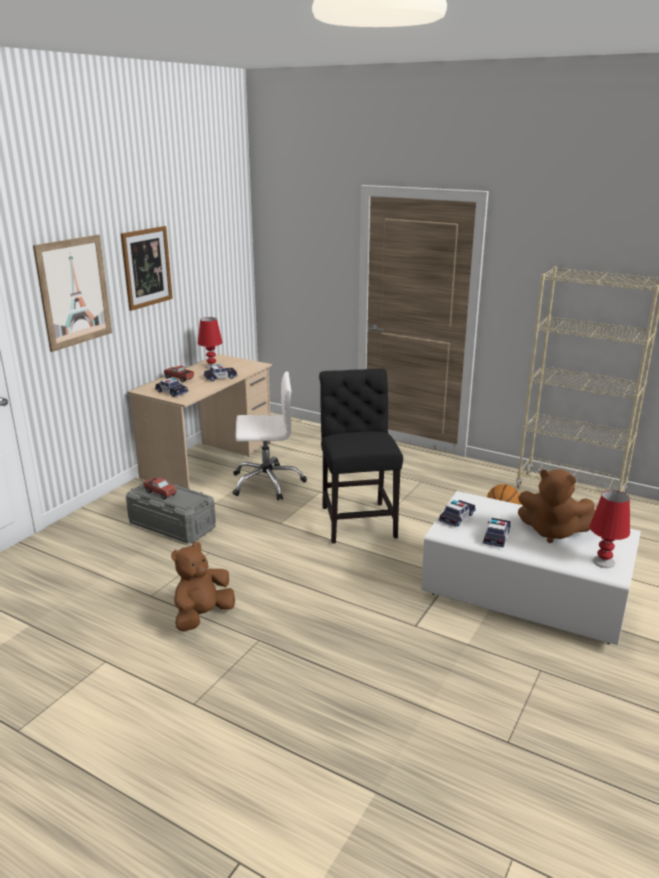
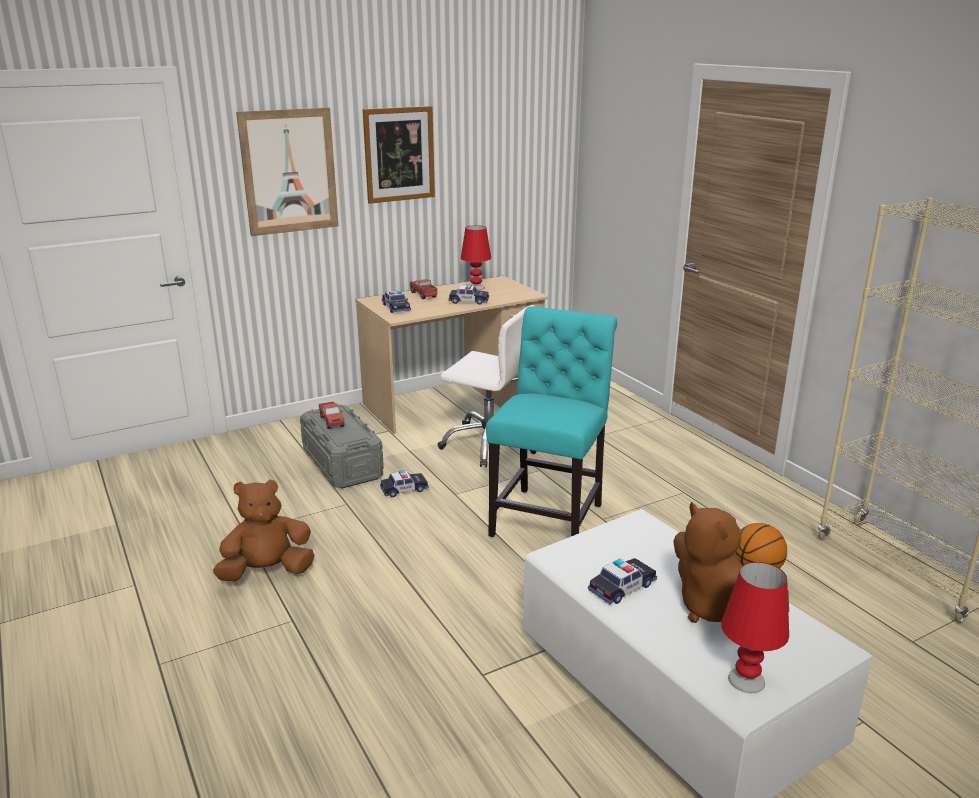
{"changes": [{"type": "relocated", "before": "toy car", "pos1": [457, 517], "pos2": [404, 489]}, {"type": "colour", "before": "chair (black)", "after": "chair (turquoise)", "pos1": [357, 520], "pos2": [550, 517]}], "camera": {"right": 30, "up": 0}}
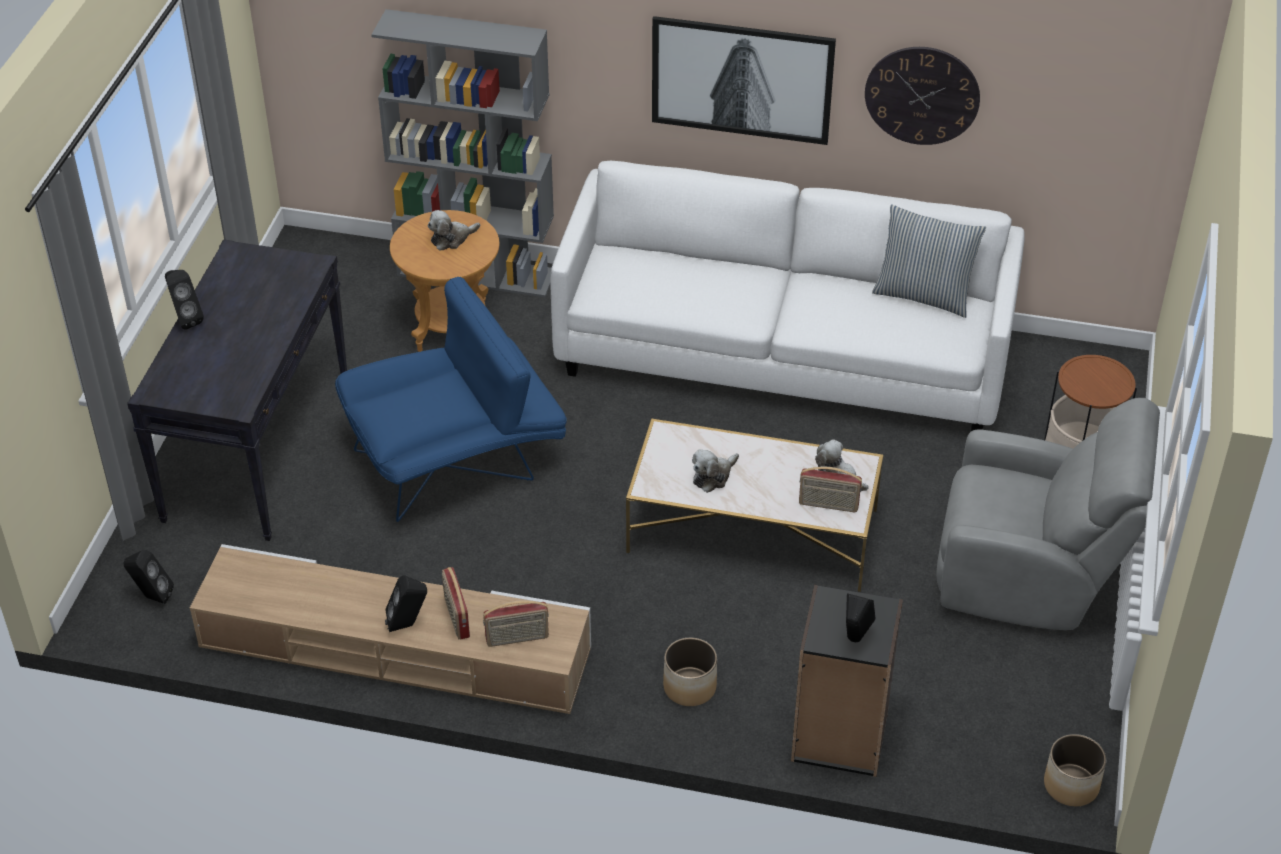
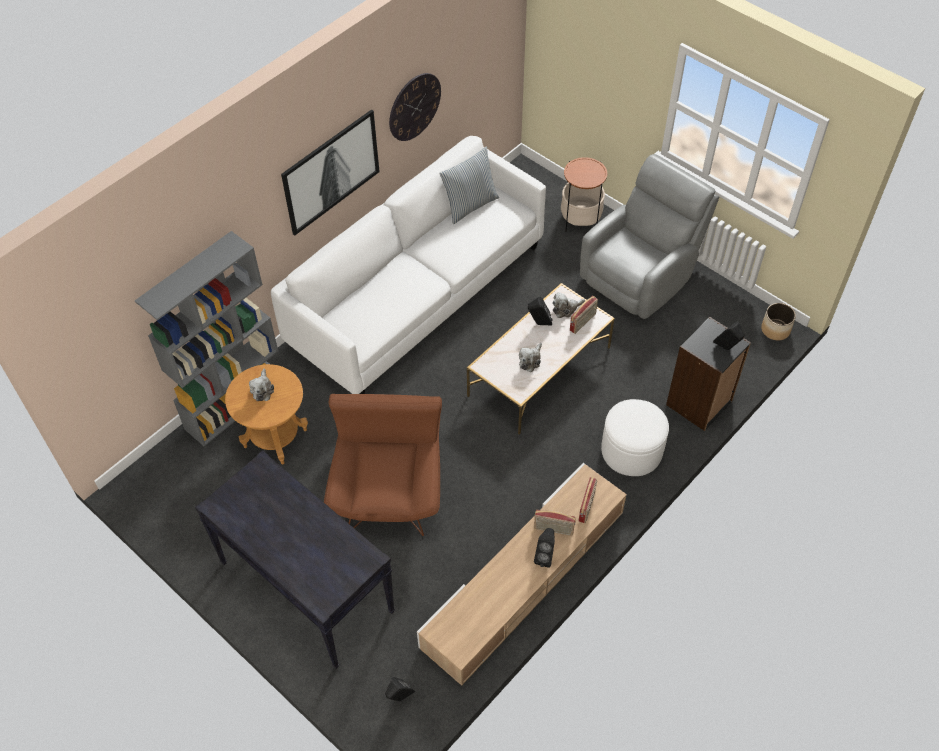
{"changes": [{"type": "colour", "before": "armchair (blue)", "after": "armchair (brown)", "pos1": [456, 457], "pos2": [390, 483]}, {"type": "spun", "before": "plush toy", "pos1": [713, 476], "pos2": [530, 360], "turn": 45}, {"type": "relocated", "before": "speaker (black)", "pos1": [185, 319], "pos2": [539, 323]}, {"type": "exchanged", "before": "planter", "after": "ottoman (white)", "pos1": [689, 686], "pos2": [631, 450]}], "camera": {"right": -60, "up": 10}}
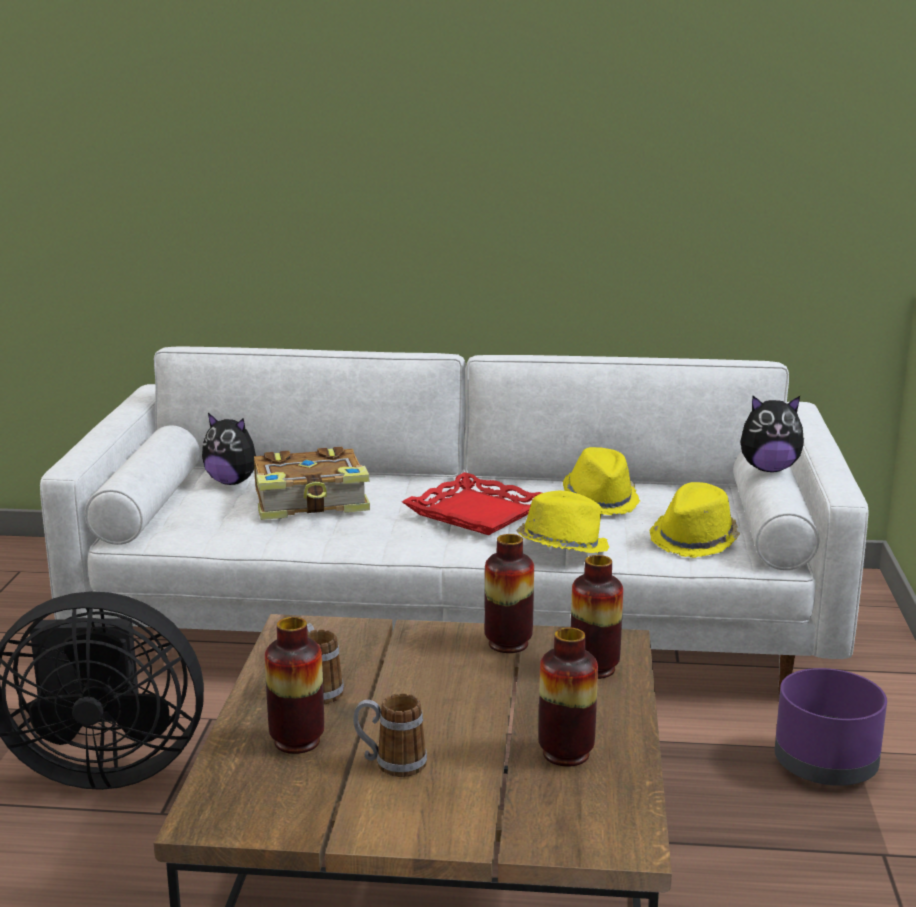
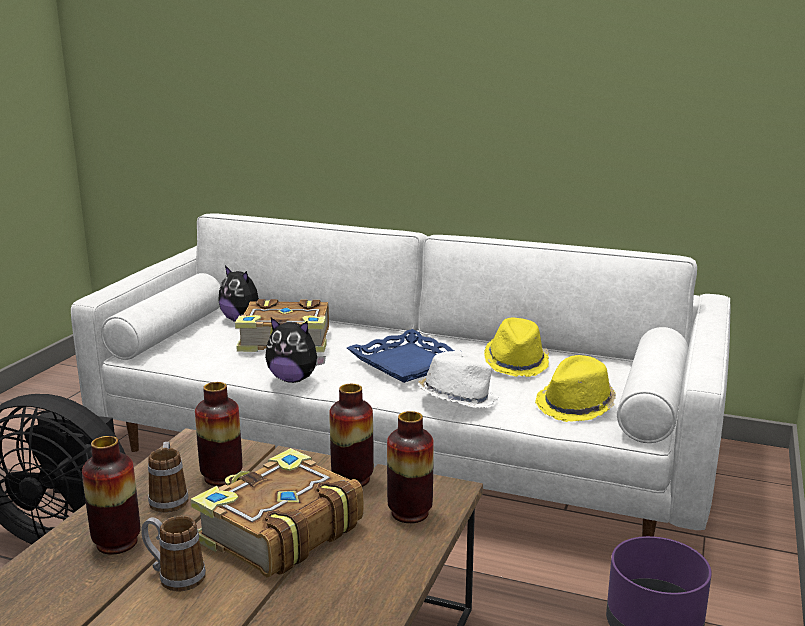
{"changes": [{"type": "appeared", "after": "book", "pos2": [278, 532]}, {"type": "relocated", "before": "vase", "pos1": [566, 754], "pos2": [222, 477]}, {"type": "relocated", "before": "plush toy", "pos1": [768, 469], "pos2": [294, 379]}, {"type": "colour", "before": "tray (red)", "after": "tray (blue)", "pos1": [478, 512], "pos2": [408, 363]}, {"type": "colour", "before": "hat (yellow)", "after": "hat (white)", "pos1": [562, 546], "pos2": [457, 399]}], "camera": {"right": 15, "up": 0}}
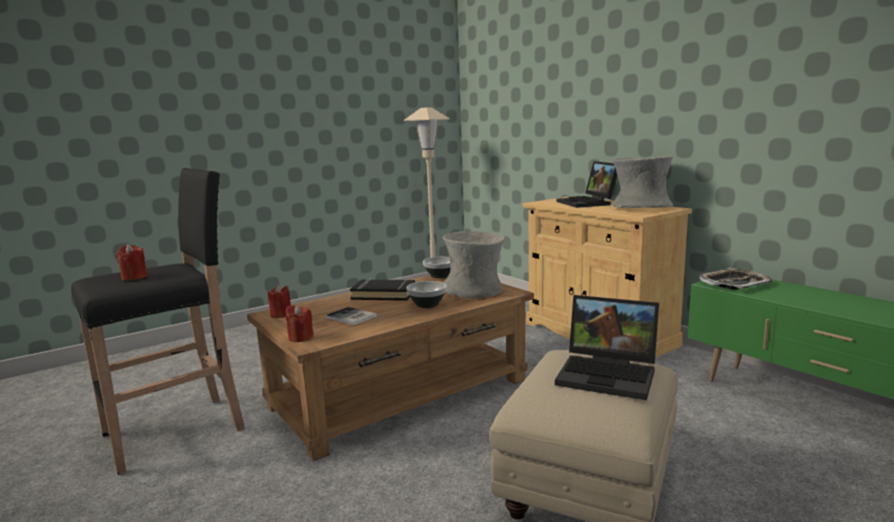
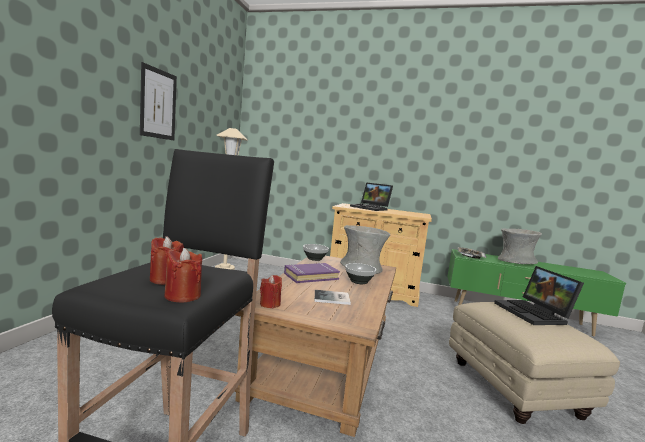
{"changes": [{"type": "appeared", "after": "picture", "pos2": [158, 104]}, {"type": "relocated", "before": "candle (red)", "pos1": [300, 337], "pos2": [182, 296]}, {"type": "colour", "before": "book (black)", "after": "book (purple)", "pos1": [384, 294], "pos2": [311, 276]}, {"type": "spun", "before": "laptop", "pos1": [610, 374], "pos2": [535, 314], "turn": 90}, {"type": "relocated", "before": "vase (grey)", "pos1": [641, 208], "pos2": [515, 262]}], "camera": {"right": -40, "up": -5}}
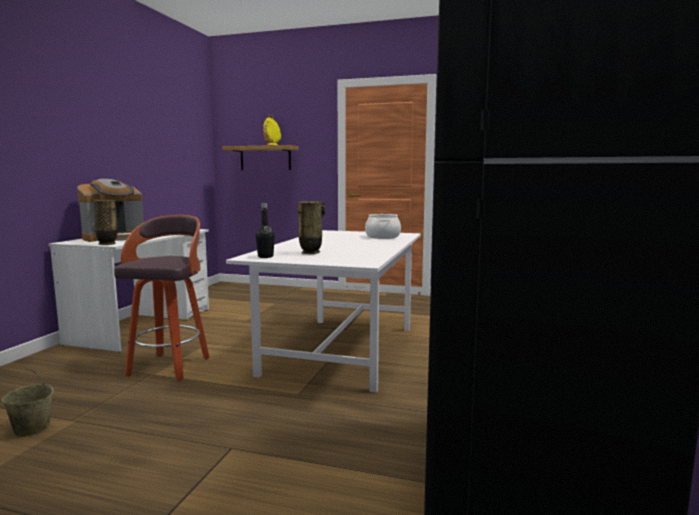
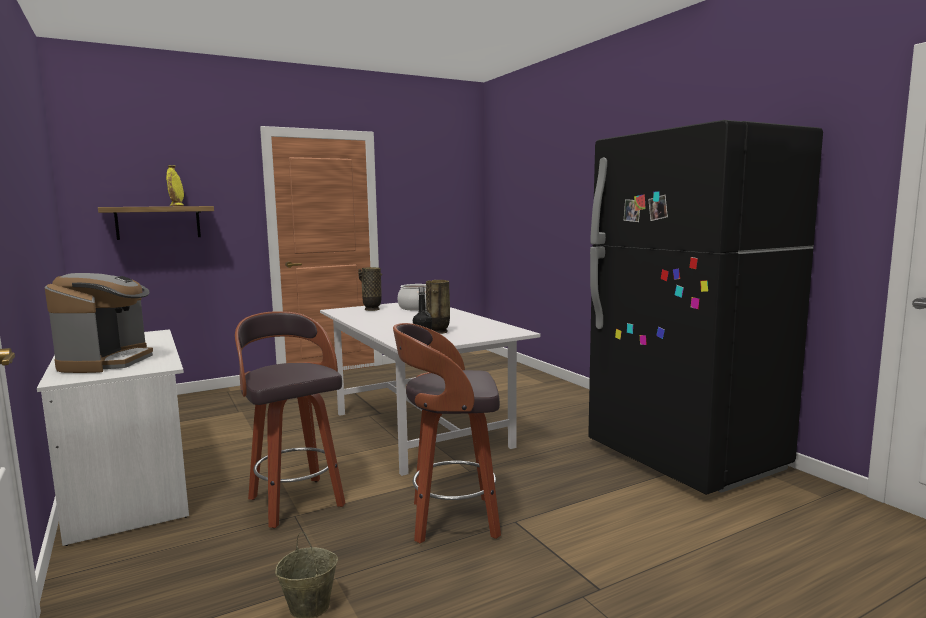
{"changes": [{"type": "relocated", "before": "vase", "pos1": [107, 244], "pos2": [372, 309]}, {"type": "appeared", "after": "stool", "pos2": [451, 521]}], "camera": {"right": -45, "up": 0}}
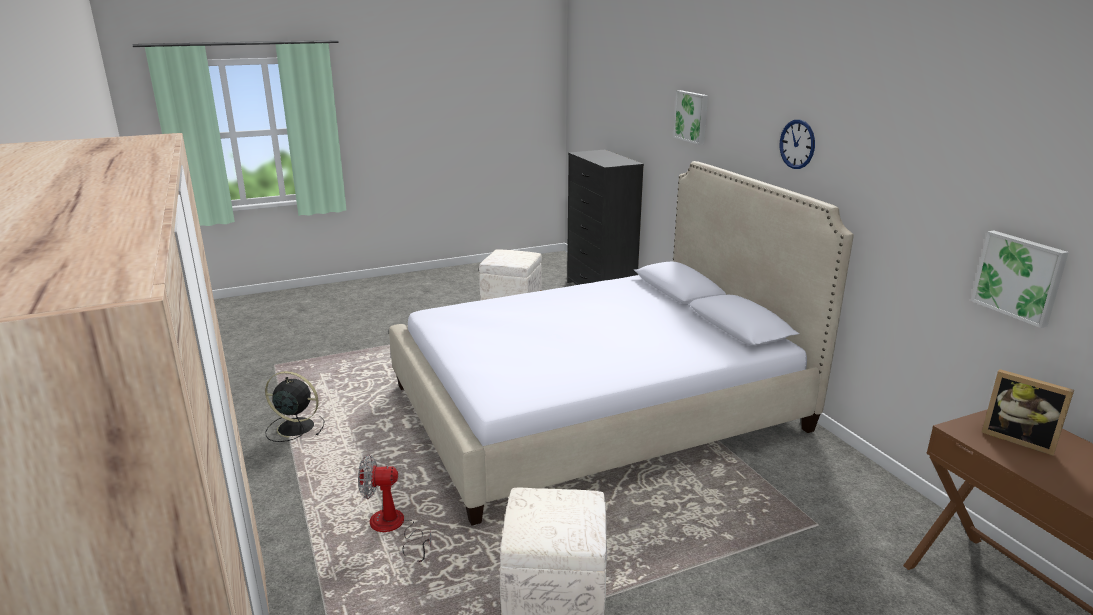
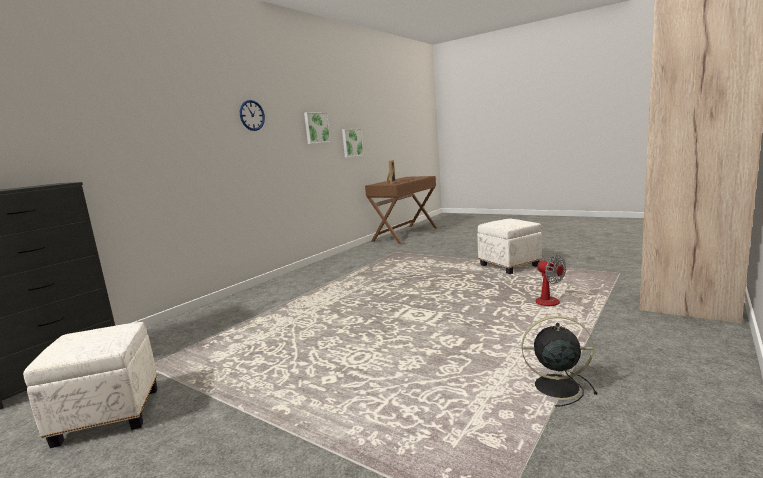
{"changes": [{"type": "relocated", "before": "picture", "pos1": [692, 117], "pos2": [316, 127]}, {"type": "spun", "before": "fan (black)", "pos1": [294, 427], "pos2": [554, 387], "turn": 120}, {"type": "missing", "before": "bed", "pos1": [597, 407]}], "camera": {"right": -120, "up": -10}}
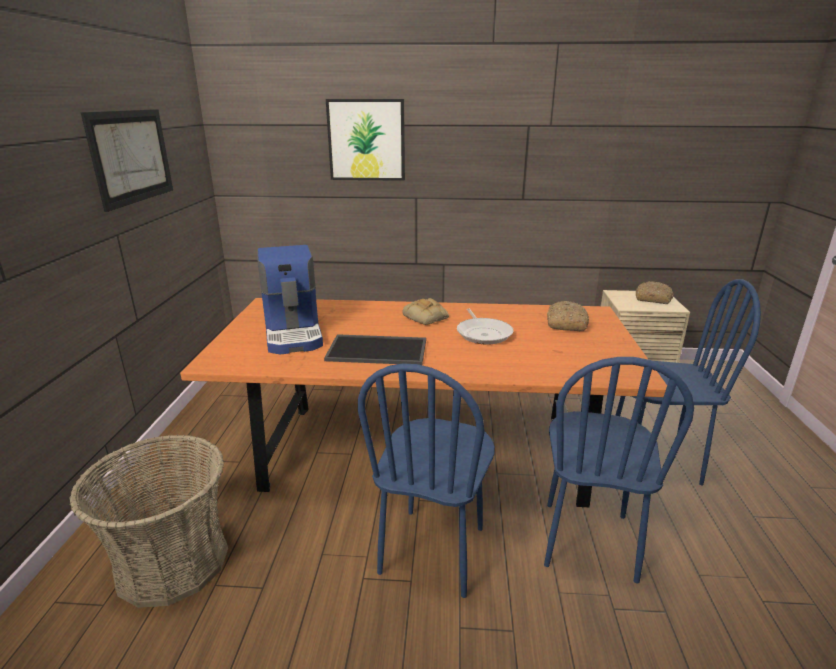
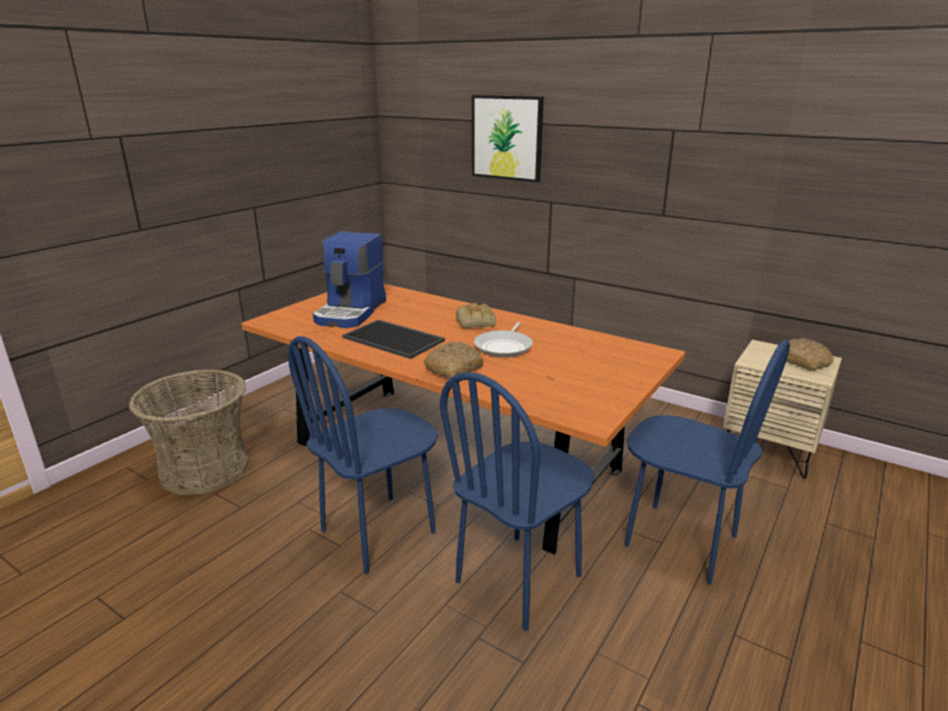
{"changes": [{"type": "relocated", "before": "bread", "pos1": [565, 323], "pos2": [454, 368]}, {"type": "missing", "before": "picture", "pos1": [132, 156]}], "camera": {"right": 30, "up": 0}}
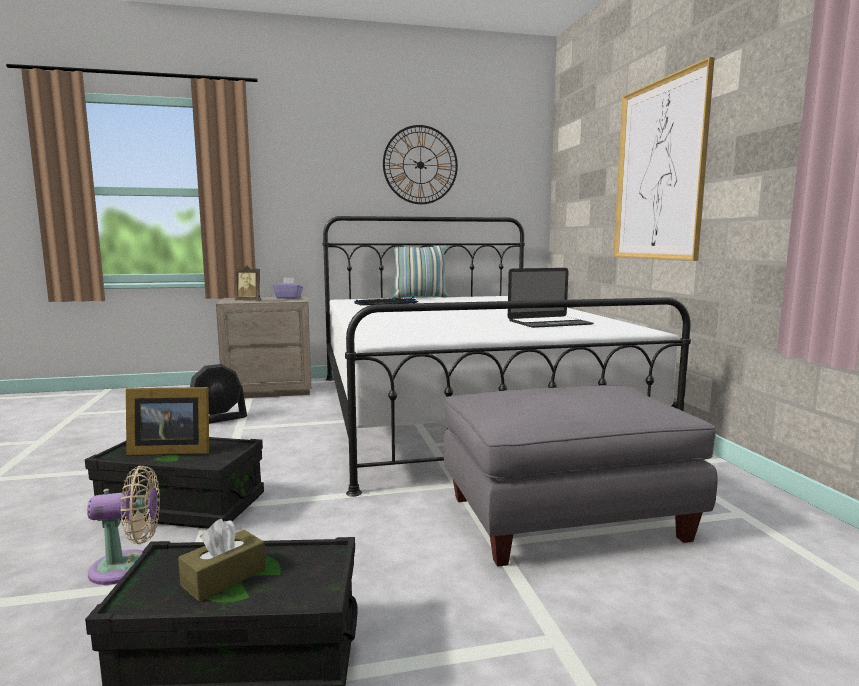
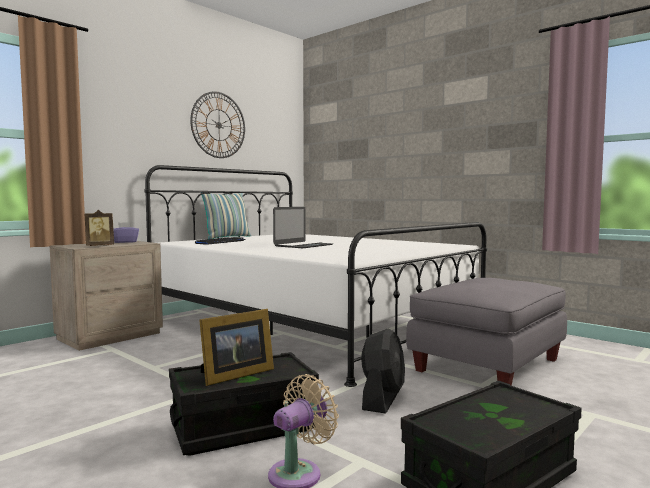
{"changes": [{"type": "relocated", "before": "laptop", "pos1": [549, 322], "pos2": [303, 245]}, {"type": "relocated", "before": "fan (black)", "pos1": [216, 419], "pos2": [382, 398]}, {"type": "missing", "before": "tissue box (brown)", "pos1": [224, 577]}, {"type": "missing", "before": "picture", "pos1": [659, 171]}], "camera": {"right": -35, "up": -5}}
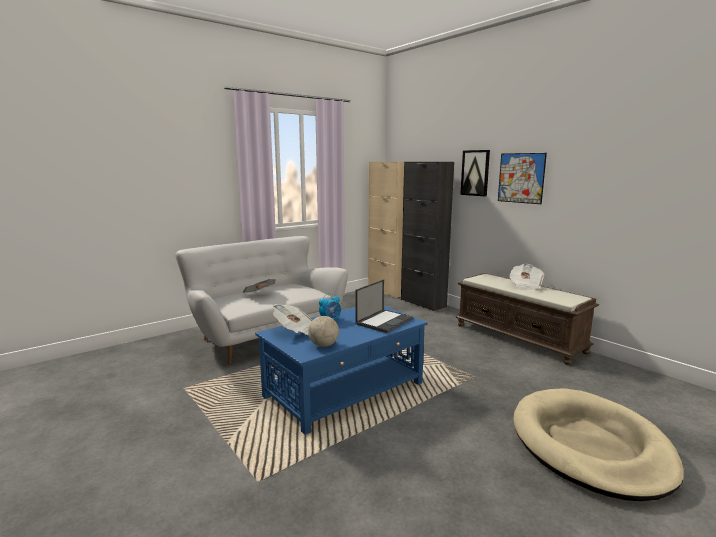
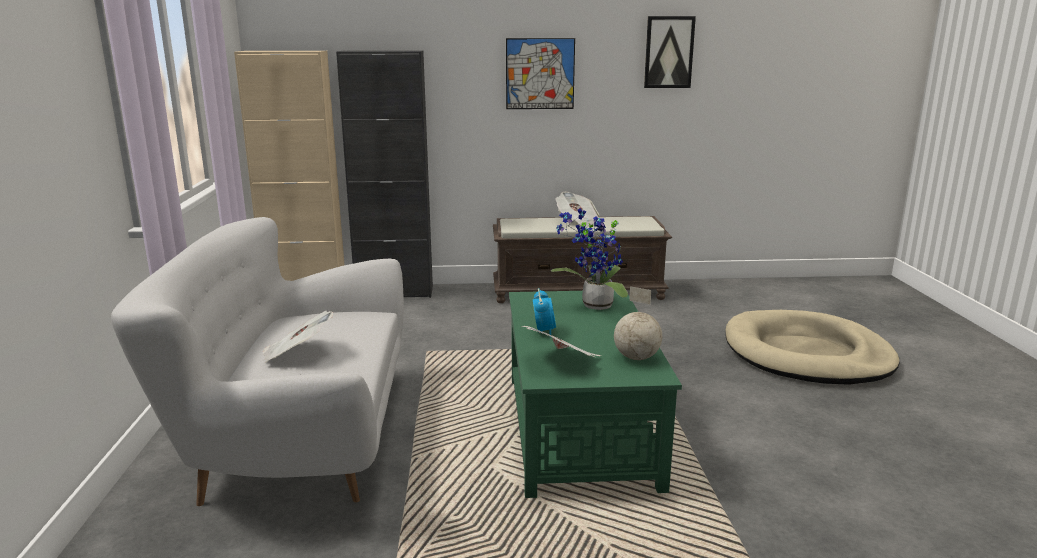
{"changes": [{"type": "colour", "before": "coffee table (blue)", "after": "coffee table (green)", "pos1": [345, 390], "pos2": [579, 429]}, {"type": "exchanged", "before": "laptop", "after": "potted plant", "pos1": [385, 321], "pos2": [594, 306]}, {"type": "relocated", "before": "picture", "pos1": [475, 173], "pos2": [668, 52]}], "camera": {"right": -55, "up": 5}}
